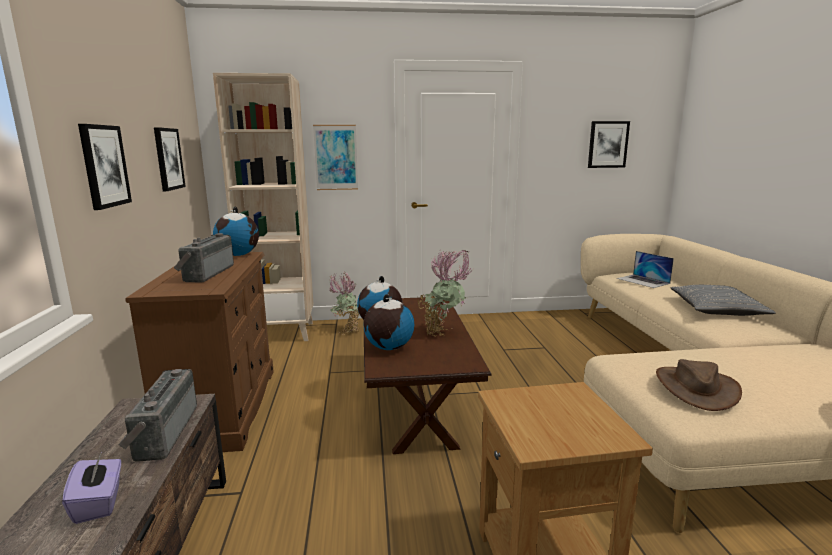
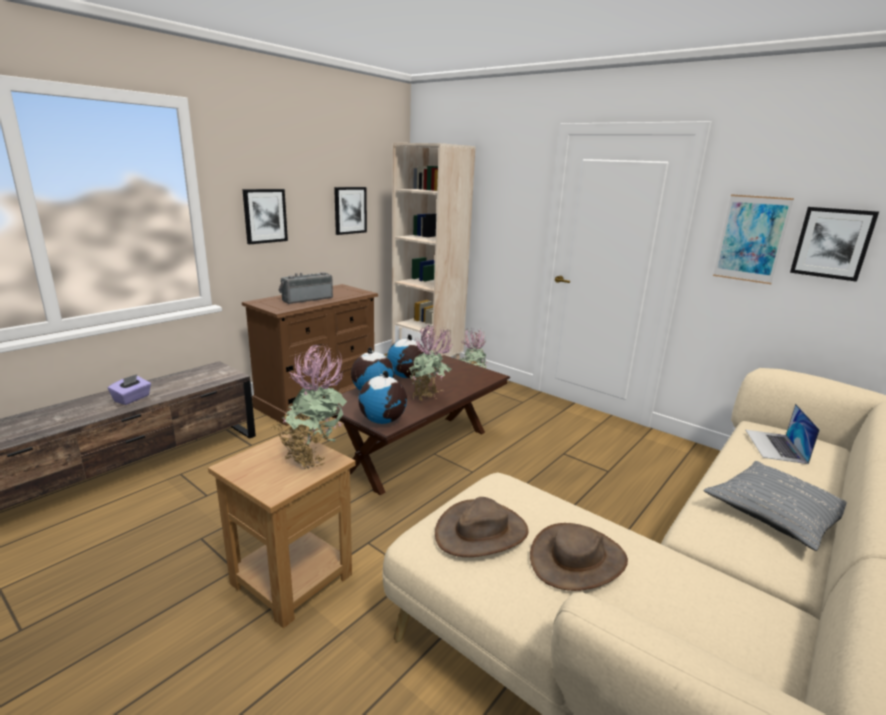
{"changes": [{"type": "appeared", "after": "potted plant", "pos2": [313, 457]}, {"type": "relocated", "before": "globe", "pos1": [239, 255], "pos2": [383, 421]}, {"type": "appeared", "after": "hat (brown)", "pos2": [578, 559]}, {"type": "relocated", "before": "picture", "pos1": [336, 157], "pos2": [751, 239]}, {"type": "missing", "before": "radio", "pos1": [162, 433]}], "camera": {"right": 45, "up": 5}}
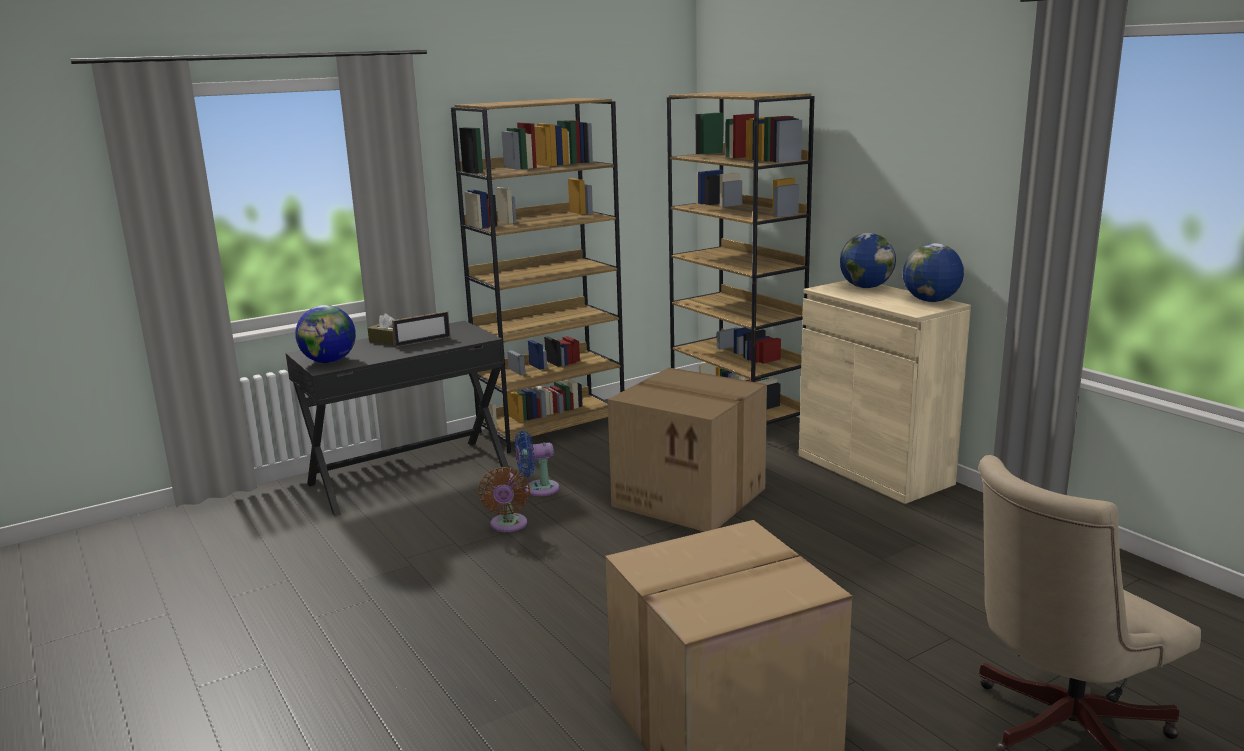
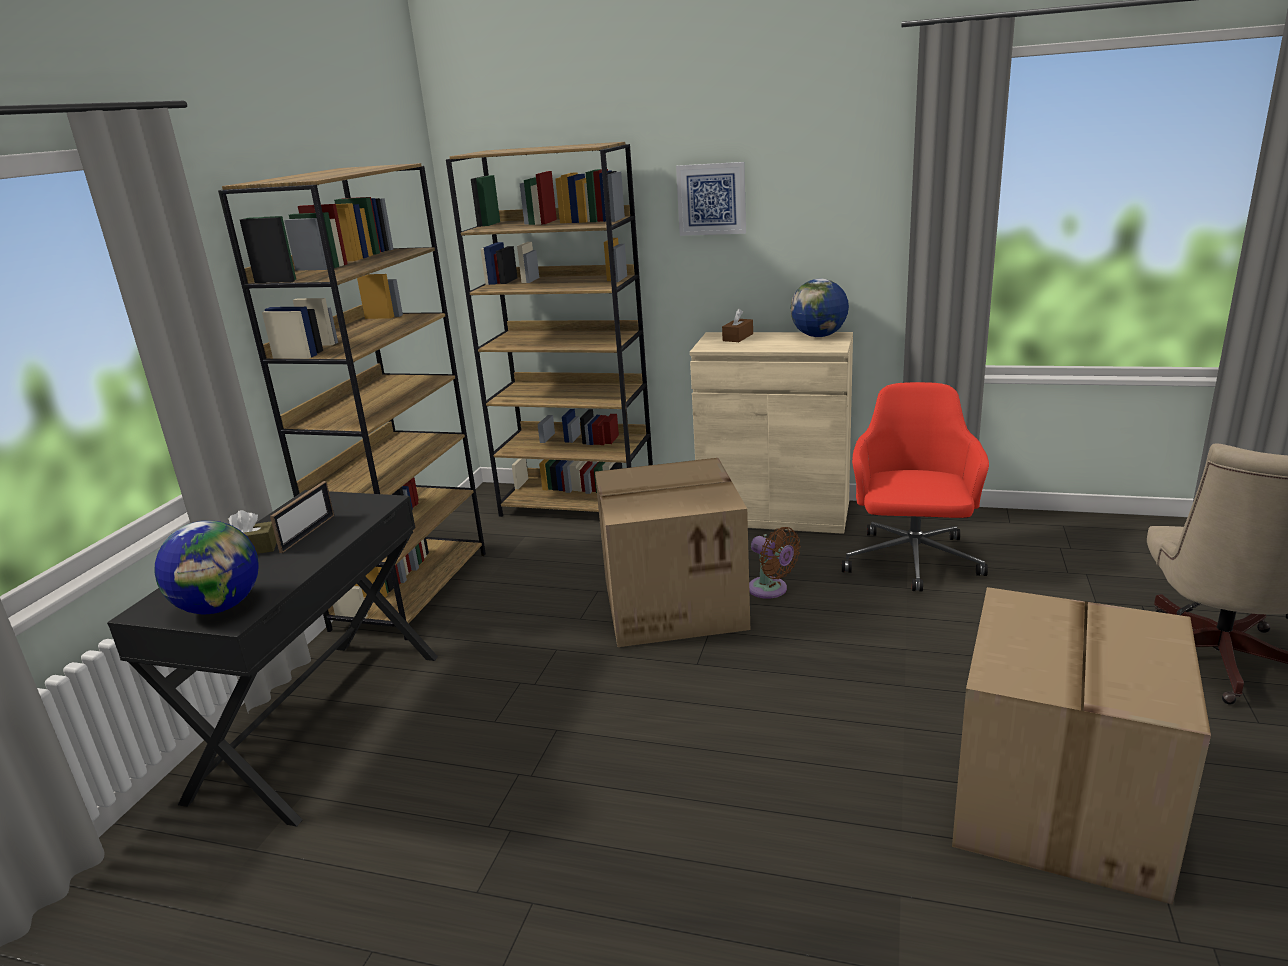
{"changes": [{"type": "appeared", "after": "picture", "pos2": [711, 199]}, {"type": "exchanged", "before": "globe", "after": "tissue box (brown)", "pos1": [866, 287], "pos2": [738, 337]}, {"type": "relocated", "before": "fan (brown)", "pos1": [508, 525], "pos2": [771, 590]}, {"type": "appeared", "after": "office chair (red)", "pos2": [912, 562]}, {"type": "missing", "before": "fan (blue)", "pos1": [537, 489]}], "camera": {"right": -40, "up": 5}}
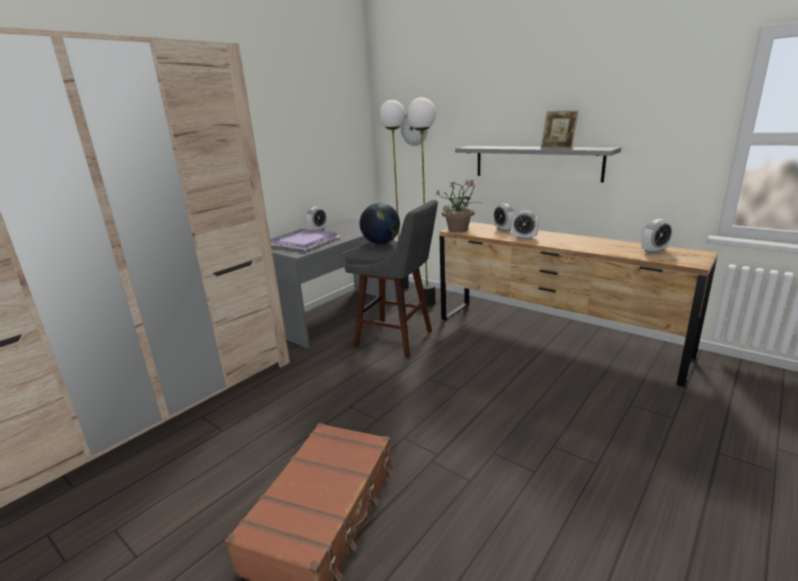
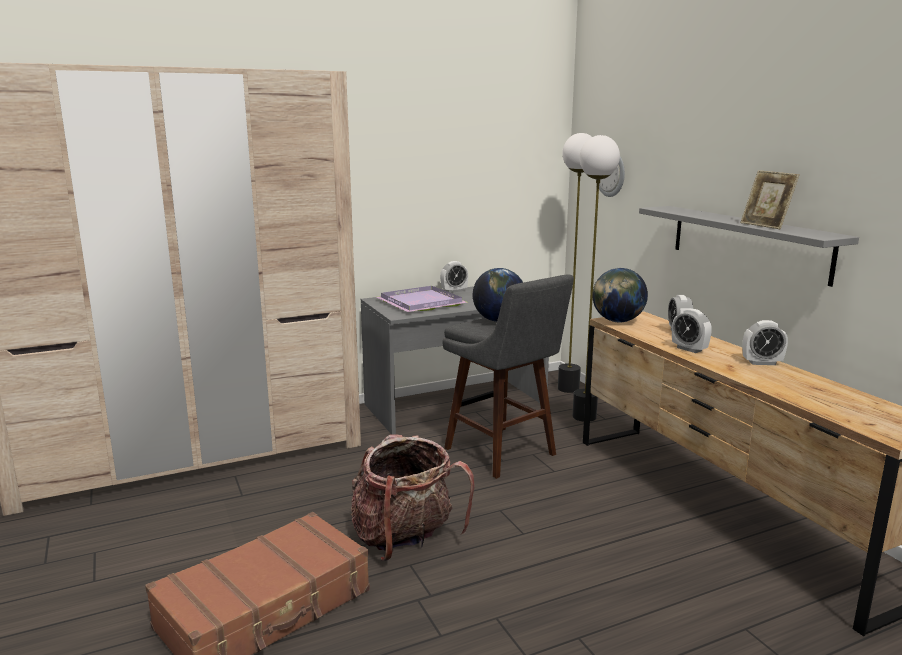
{"changes": [{"type": "appeared", "after": "backpack", "pos2": [405, 540]}, {"type": "exchanged", "before": "potted plant", "after": "globe", "pos1": [459, 229], "pos2": [617, 321]}, {"type": "relocated", "before": "alarm clock", "pos1": [654, 251], "pos2": [762, 363]}], "camera": {"right": 25, "up": -5}}
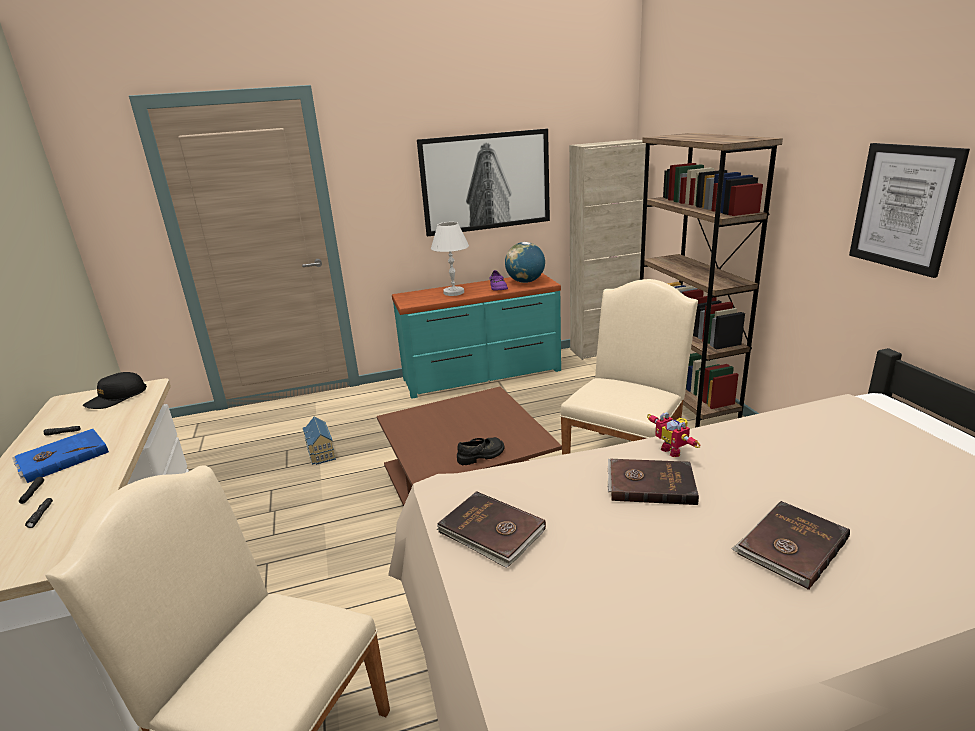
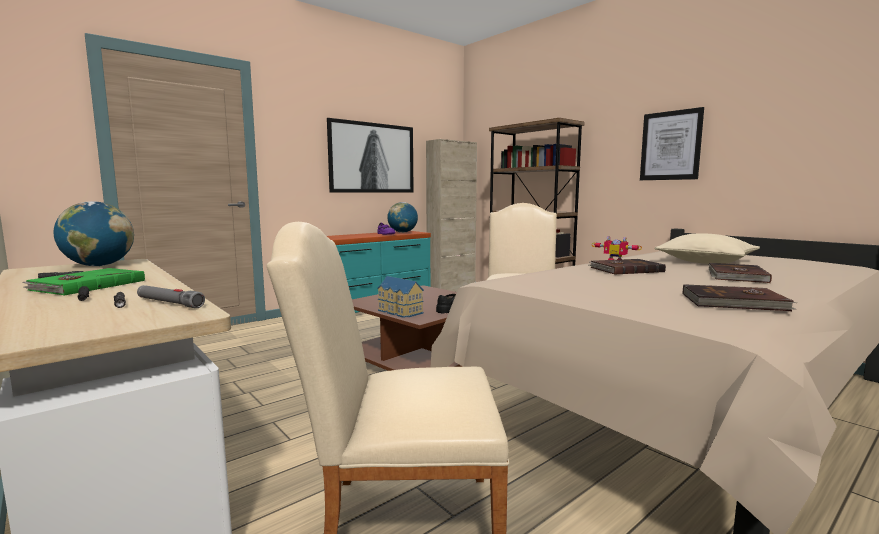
{"changes": [{"type": "colour", "before": "book (blue)", "after": "book (green)", "pos1": [62, 457], "pos2": [87, 285]}, {"type": "exchanged", "before": "cap (black)", "after": "globe", "pos1": [116, 398], "pos2": [99, 266]}, {"type": "appeared", "after": "flashlight (grey)", "pos2": [169, 303]}, {"type": "relocated", "before": "toy house", "pos1": [320, 453], "pos2": [399, 312]}, {"type": "appeared", "after": "pillow (beige)", "pos2": [705, 262]}, {"type": "relocated", "before": "book (brown)", "pos1": [491, 532], "pos2": [734, 302]}, {"type": "missing", "before": "table lamp (white)", "pos1": [453, 292]}], "camera": {"right": -25, "up": -15}}
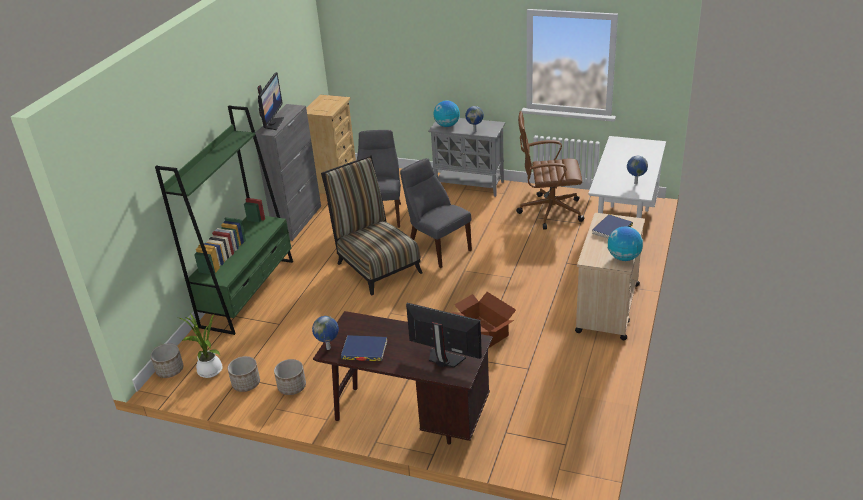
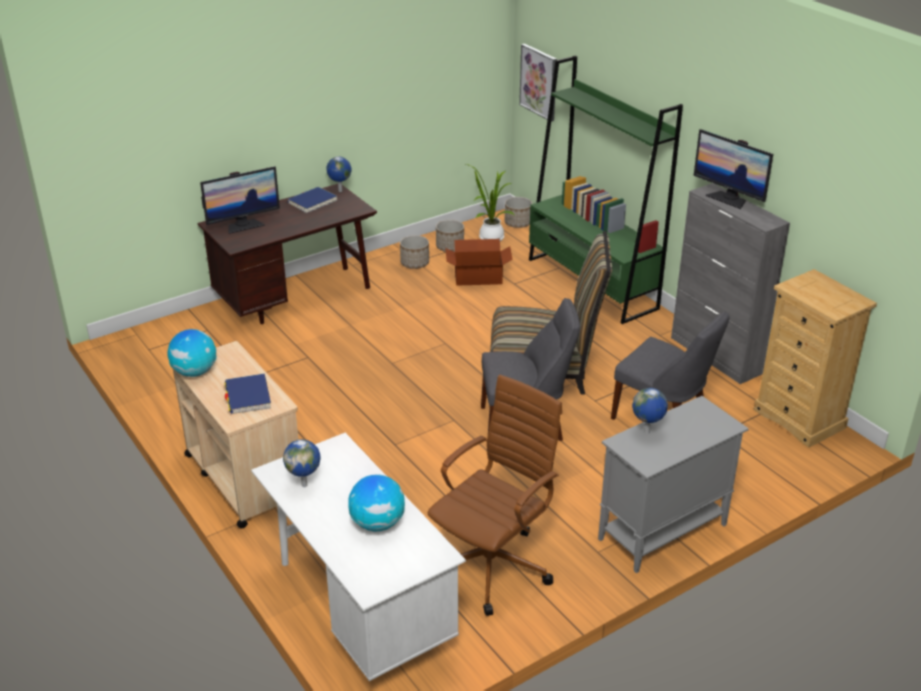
{"changes": [{"type": "relocated", "before": "globe", "pos1": [447, 125], "pos2": [377, 523]}, {"type": "relocated", "before": "cardboard box", "pos1": [484, 332], "pos2": [477, 277]}, {"type": "appeared", "after": "picture", "pos2": [539, 82]}], "camera": {"right": 125, "up": 0}}
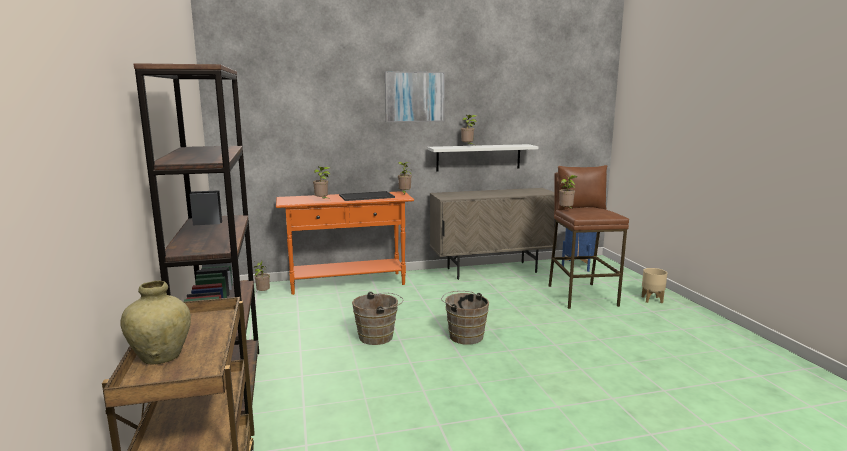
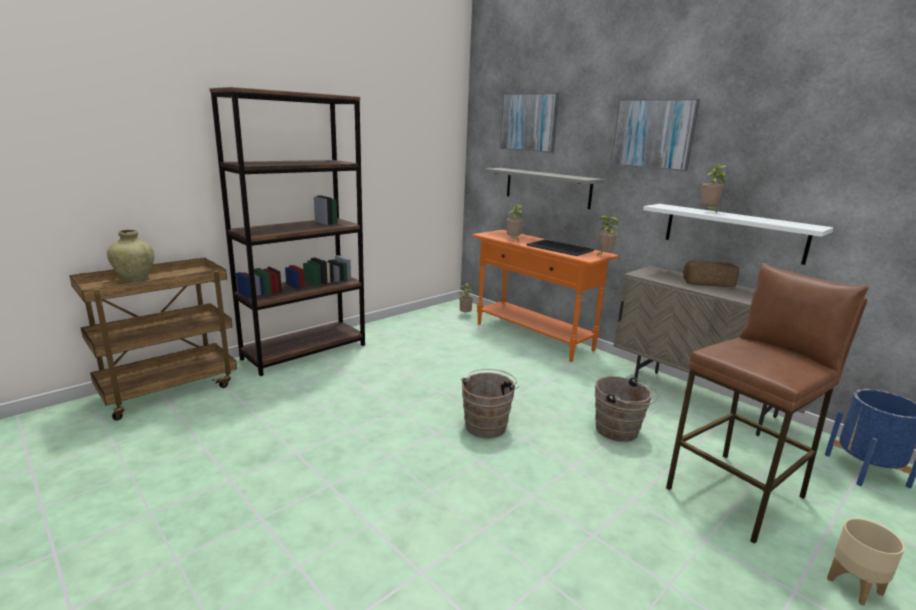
{"changes": [{"type": "appeared", "after": "shelf (grey)", "pos2": [547, 187]}, {"type": "appeared", "after": "picture", "pos2": [529, 122]}, {"type": "relocated", "before": "bucket (brown)", "pos1": [379, 337], "pos2": [619, 431]}, {"type": "appeared", "after": "bread", "pos2": [707, 283]}, {"type": "missing", "before": "potted plant", "pos1": [566, 210]}], "camera": {"right": 60, "up": 5}}
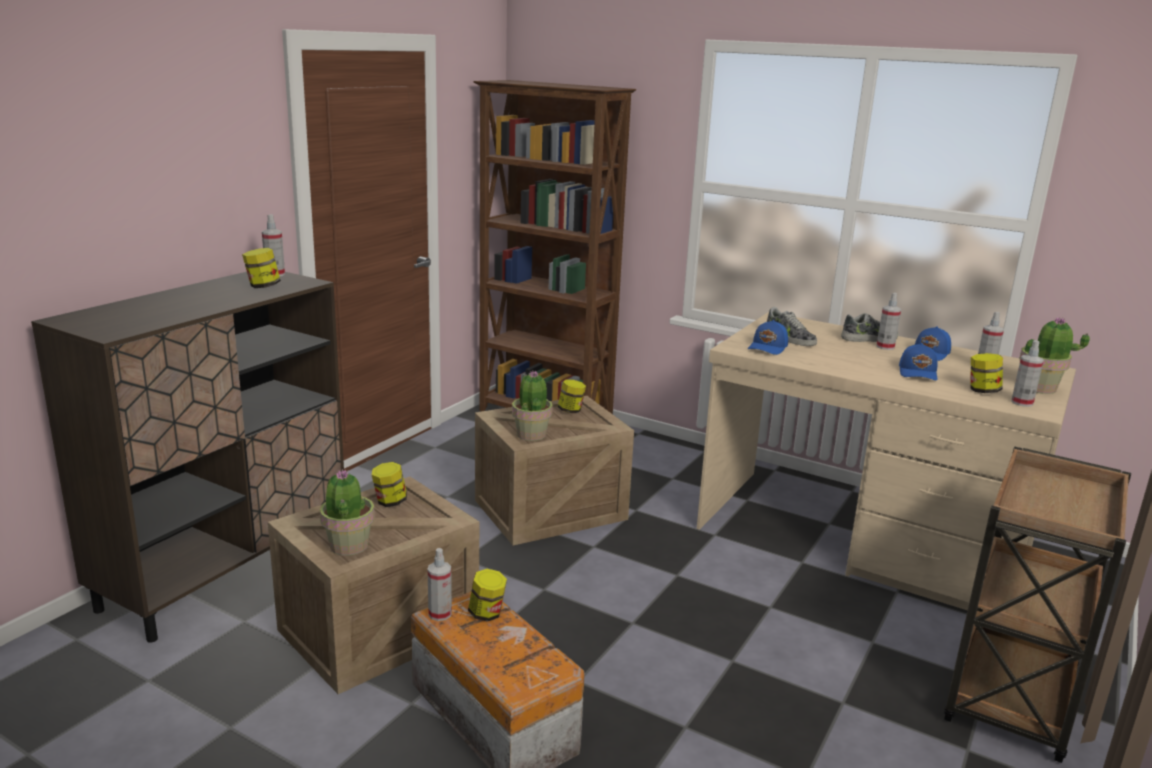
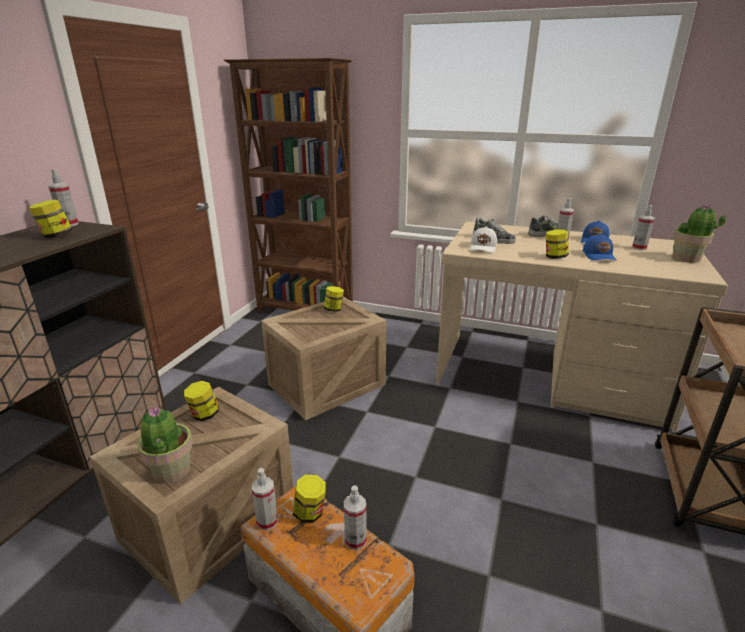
{"changes": [{"type": "relocated", "before": "spray bottle", "pos1": [1022, 402], "pos2": [355, 540]}, {"type": "colour", "before": "cap (blue)", "after": "cap (white)", "pos1": [768, 348], "pos2": [483, 248]}, {"type": "relocated", "before": "jar", "pos1": [982, 391], "pos2": [554, 257]}, {"type": "missing", "before": "potted plant", "pos1": [531, 434]}], "camera": {"right": -10, "up": 5}}
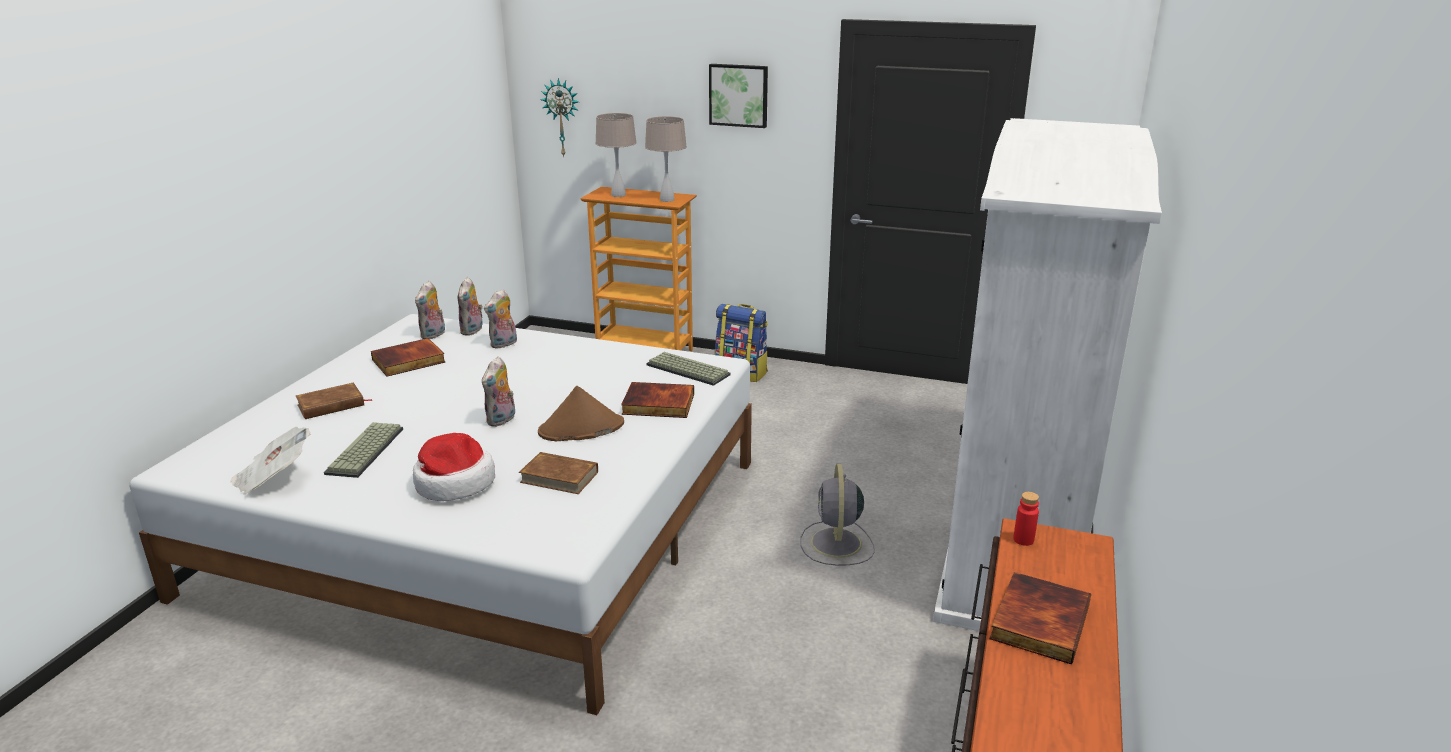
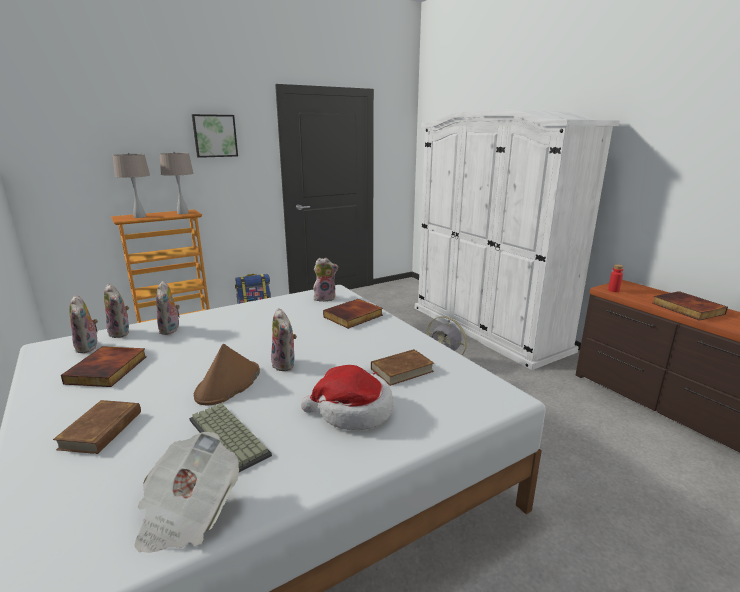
{"changes": [{"type": "relocated", "before": "hat (brown)", "pos1": [581, 428], "pos2": [228, 384]}, {"type": "exchanged", "before": "keyboard", "after": "plush toy", "pos1": [686, 370], "pos2": [325, 298]}, {"type": "missing", "before": "wall clock", "pos1": [562, 117]}], "camera": {"right": -50, "up": -5}}
